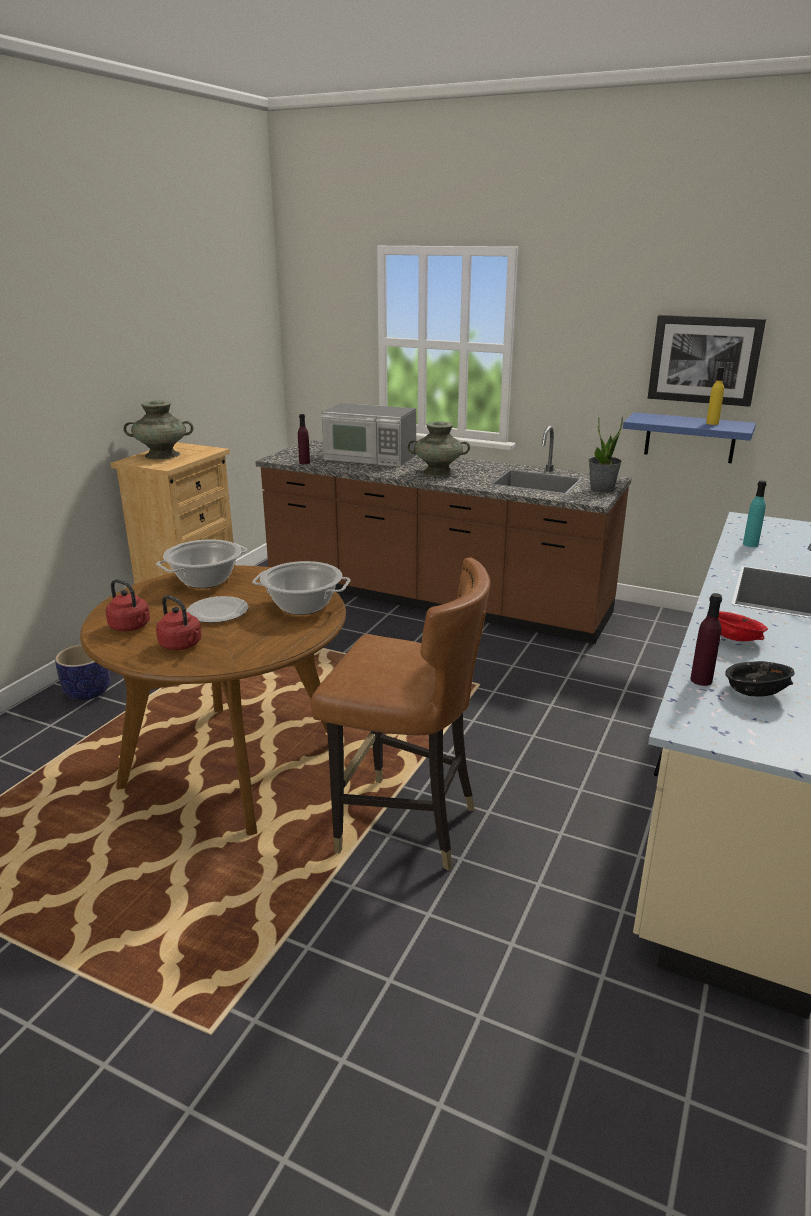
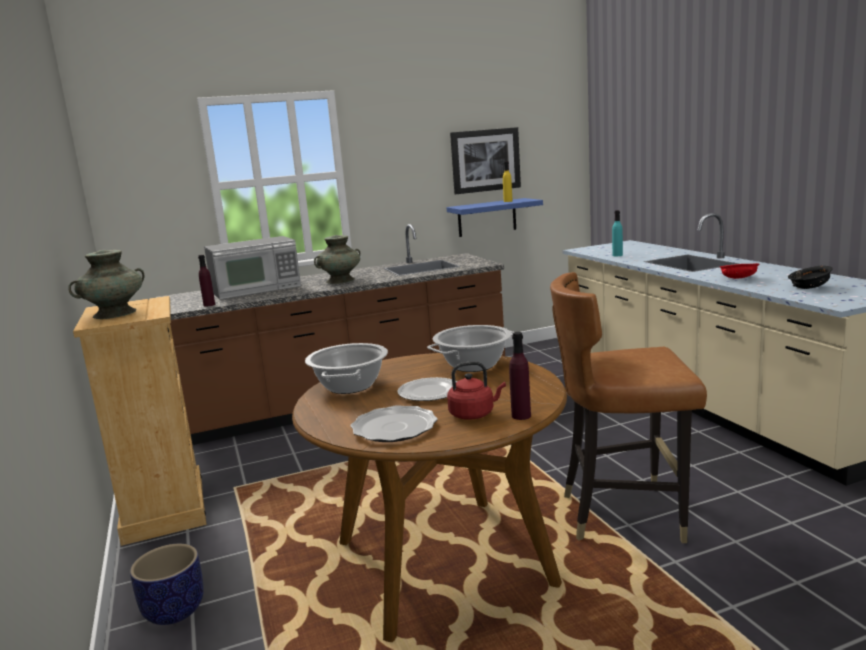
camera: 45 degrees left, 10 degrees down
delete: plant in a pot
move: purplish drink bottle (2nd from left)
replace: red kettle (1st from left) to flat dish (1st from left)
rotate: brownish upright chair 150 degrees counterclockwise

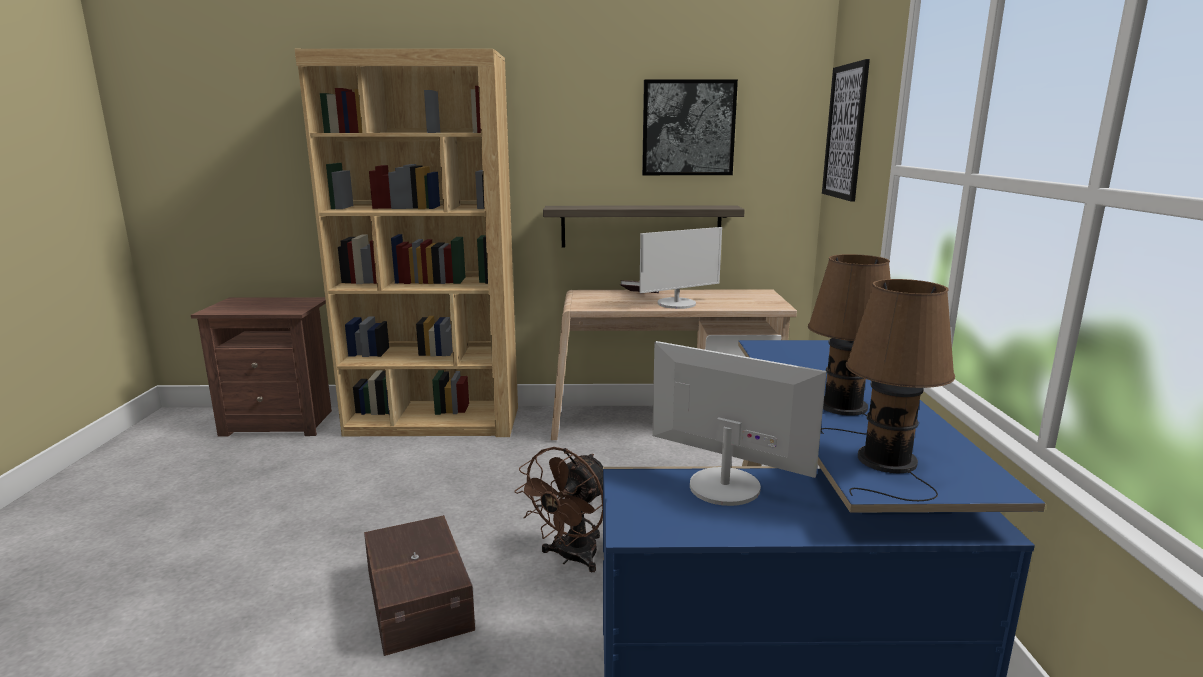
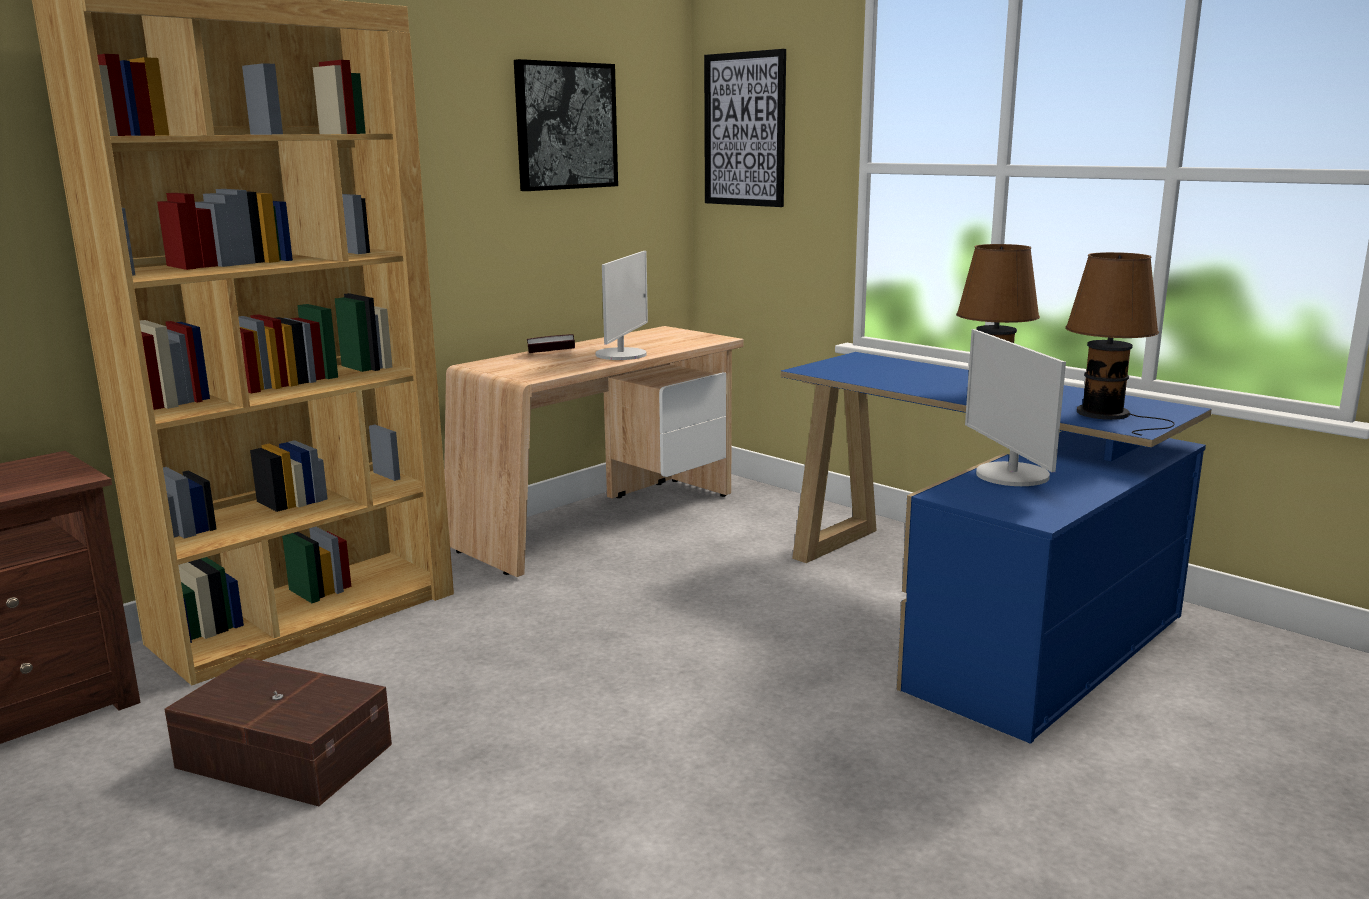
camera: 45 degrees left, 0 degrees up
delete: brownish fan; bracket shelf
move: brownish storage box
rotate: computer screen (2nd from left) 90 degrees counterclockwise

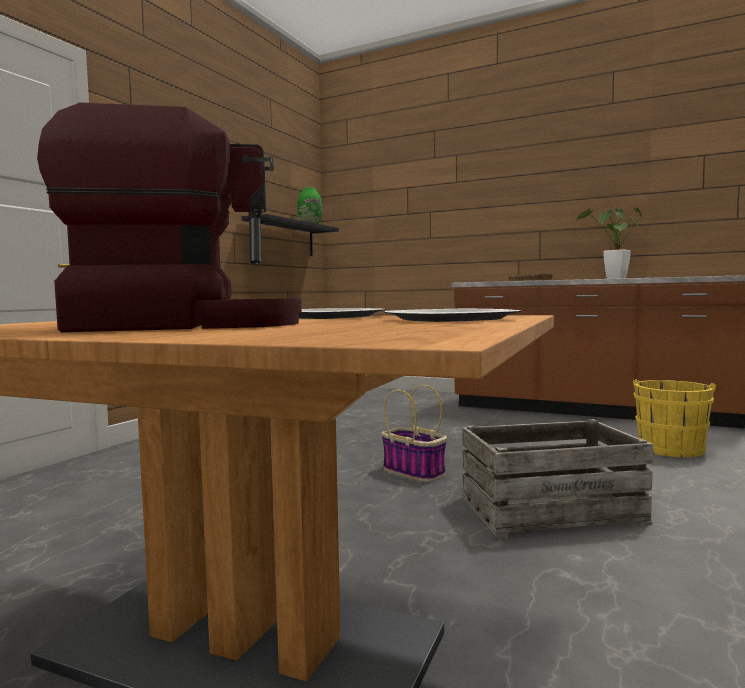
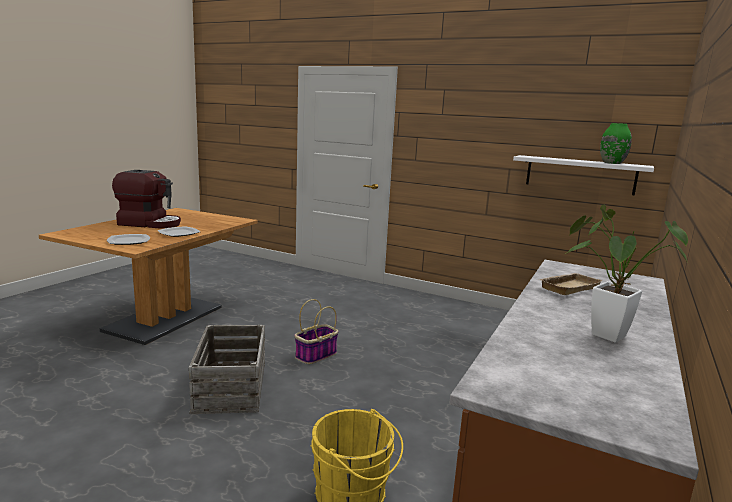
camera: 90 degrees right, 10 degrees up
recolor: black-coloured bracket shelf to whitish bracket shelf
rotate: coffee brewer 75 degrees counterclockwise

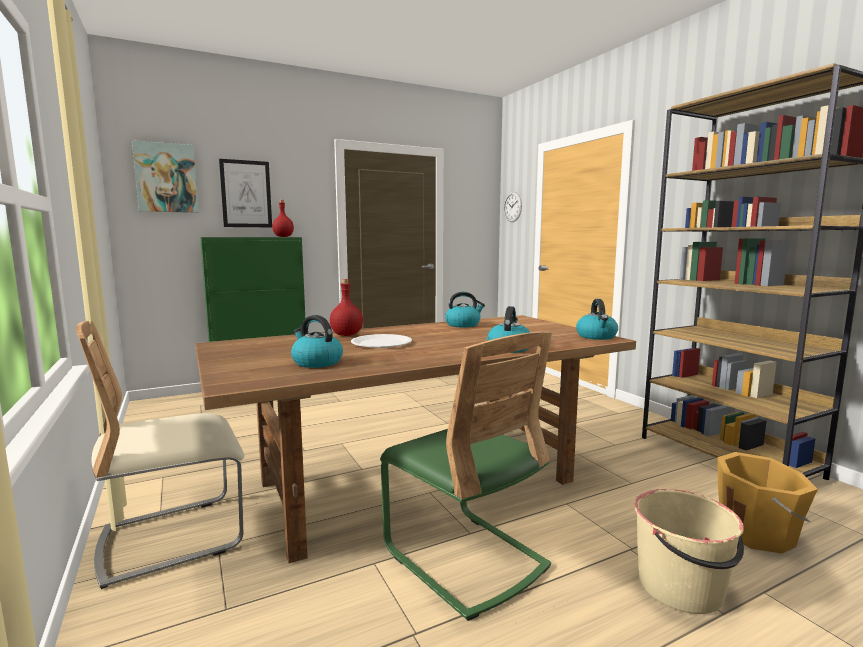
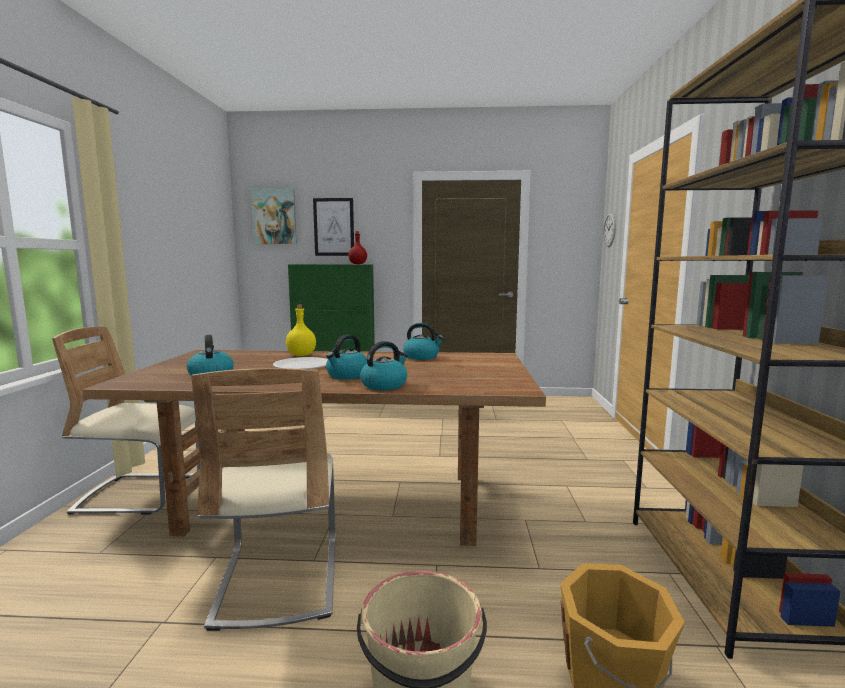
camera: 30 degrees right, 0 degrees up
move: kettle (4th from left in the first image) to kettle (2nd from left)
recolor: red drink bottle (2nd from left) to yellow drink bottle; green-coloured upright chair to beige upright chair (2nd from left)

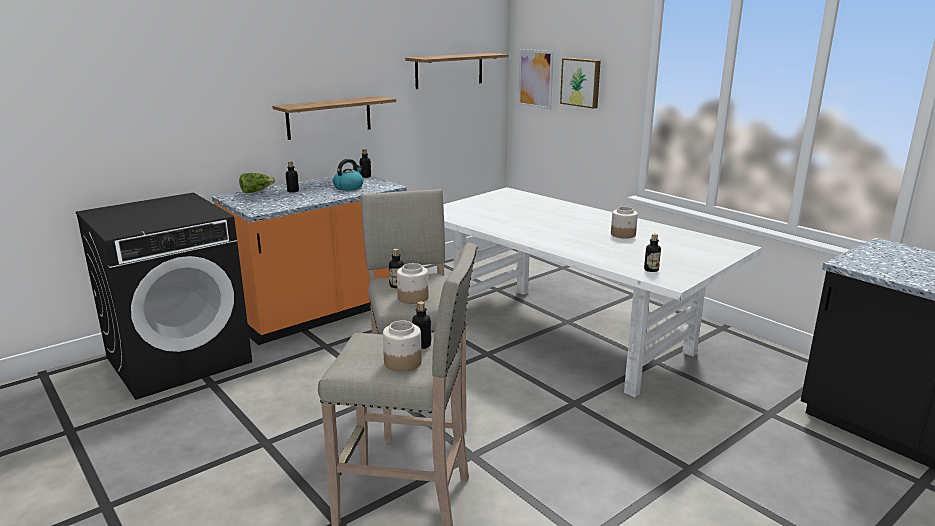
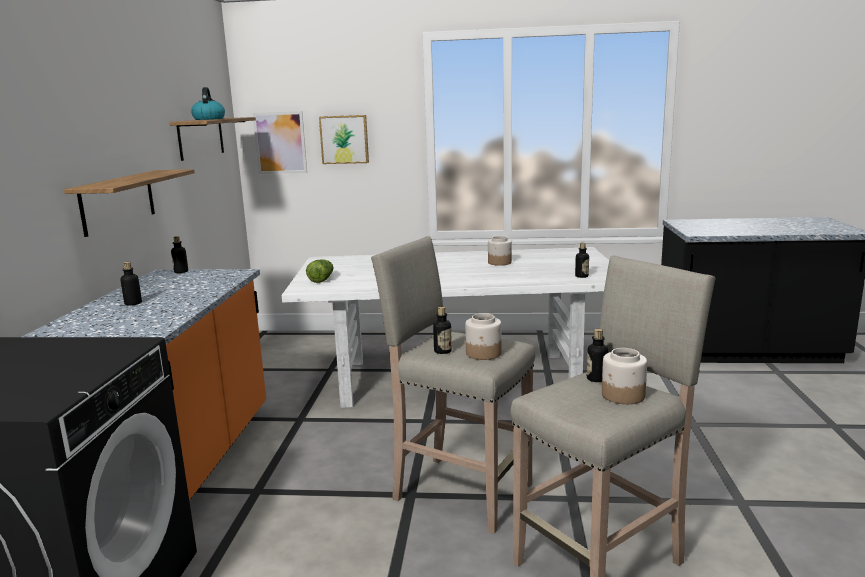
camera: 45 degrees left, 5 degrees down
move: lettuce; kettle

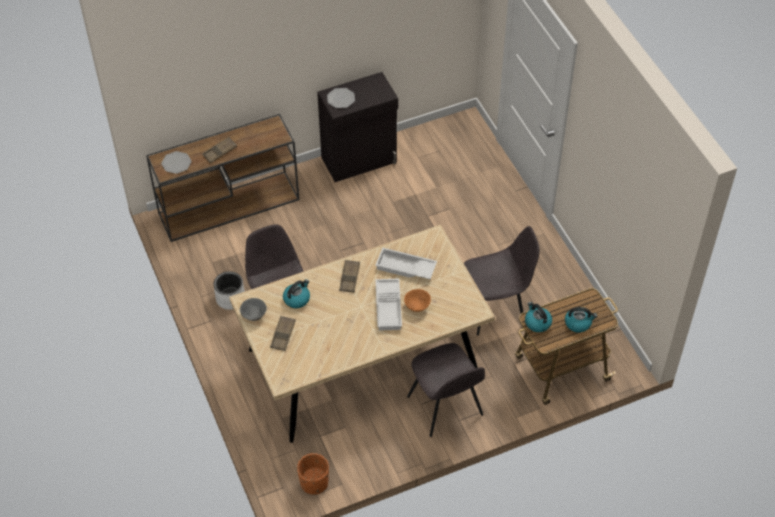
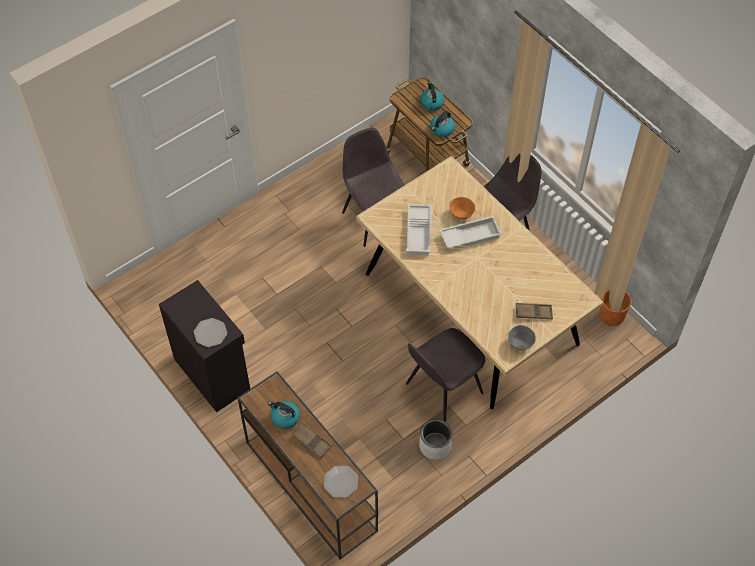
camera: 105 degrees left, 5 degrees up
delete: brownish tray (3rd from left)
move: kettle (1st from left)

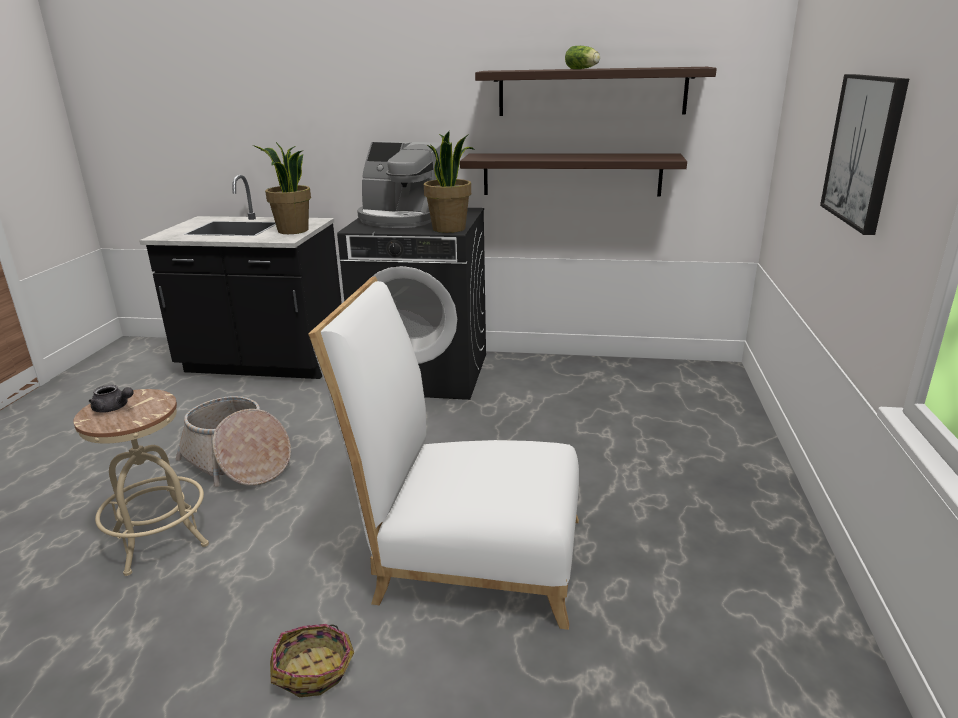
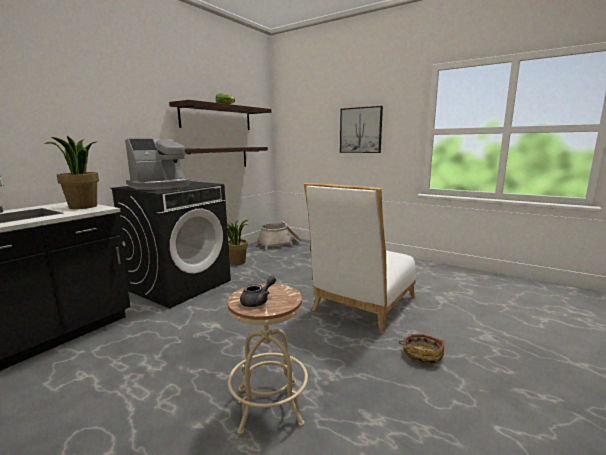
camera: 65 degrees left, 10 degrees down
move: storage basket (1st from left); plant in a pot (2nd from left)

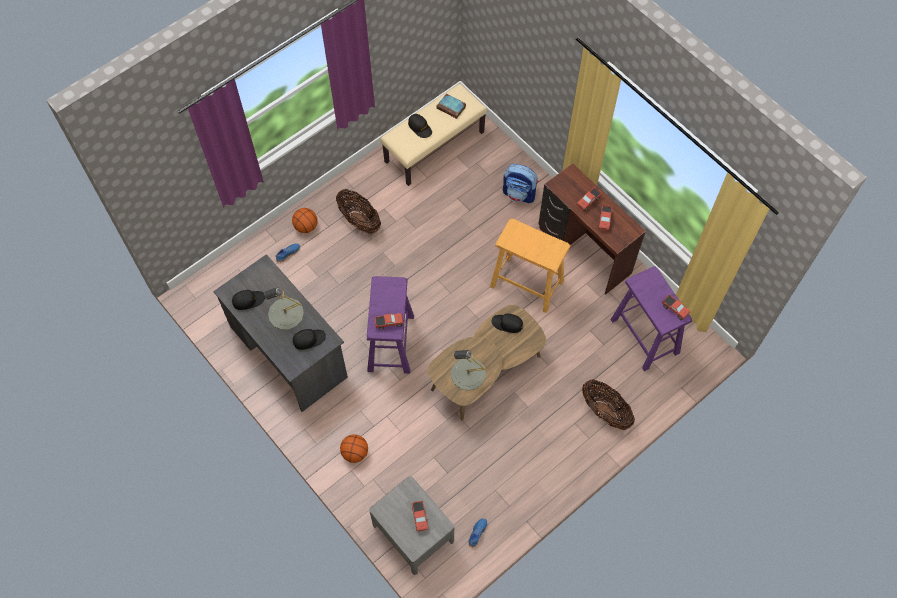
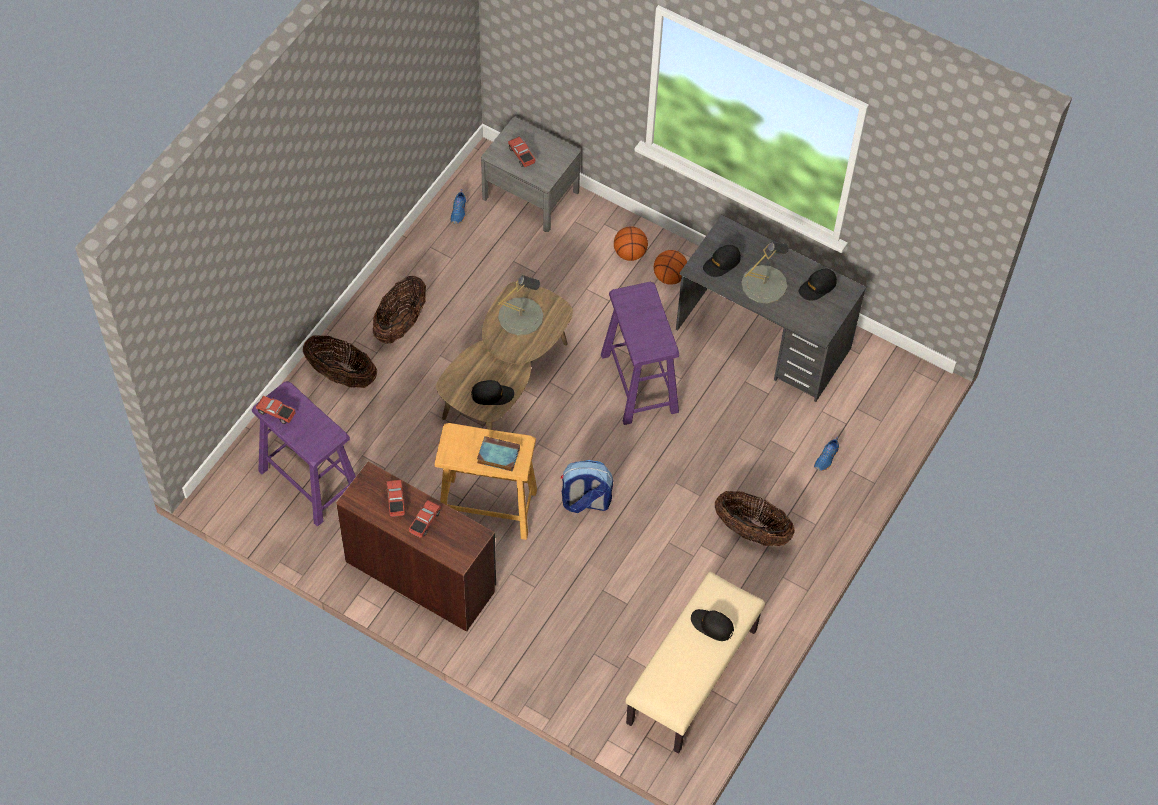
camera: 160 degrees right, 5 degrees down
delete: model truck (1st from left)
insert: storage basket (2nd from left)
move: basketball ball (1st from left in the first image) to basketball ball (2nd from left); book; rucksack

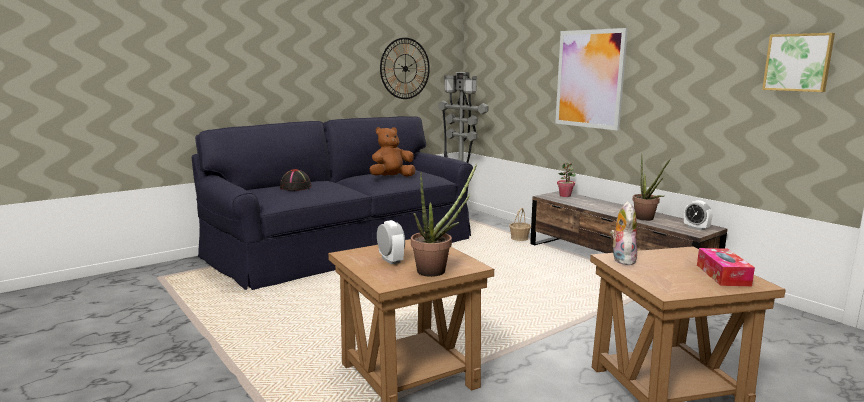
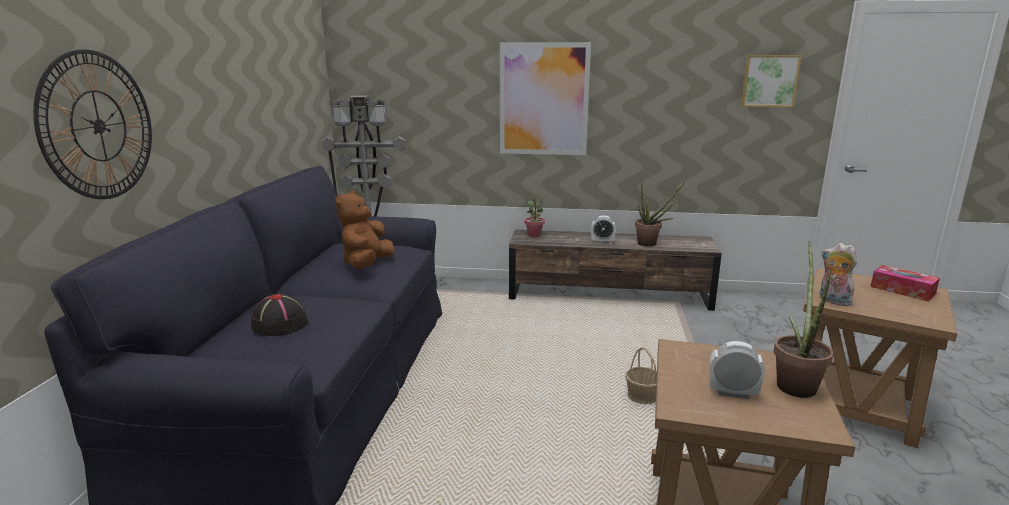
camera: 45 degrees left, 5 degrees up
move: hanging clock; storage basket; table clock (2nd from left in the first image) to table clock (1st from left)

